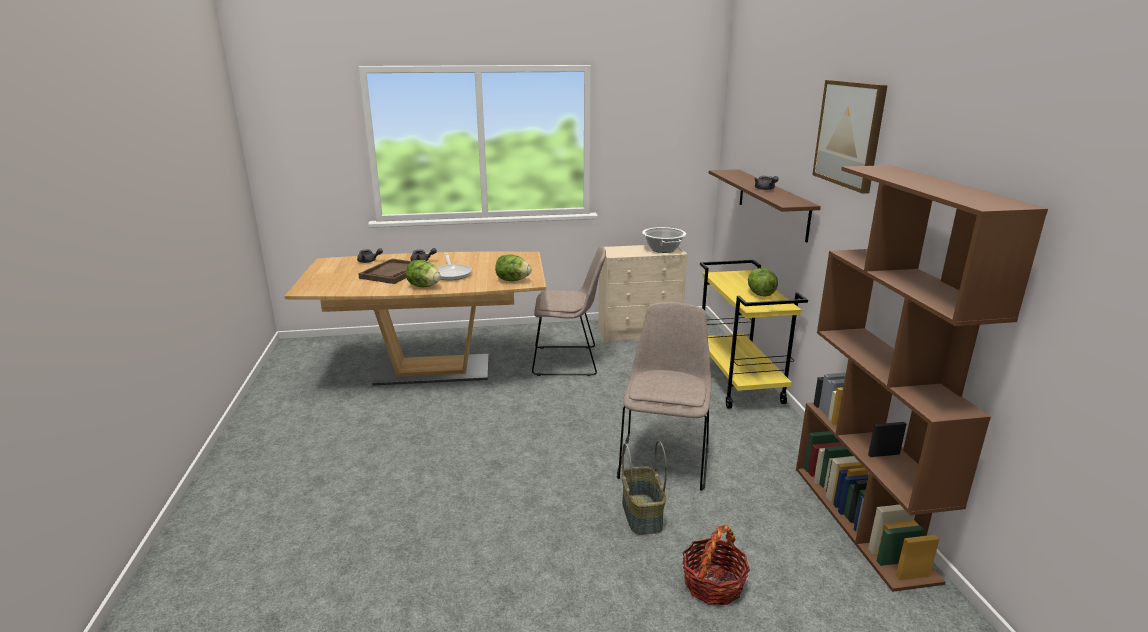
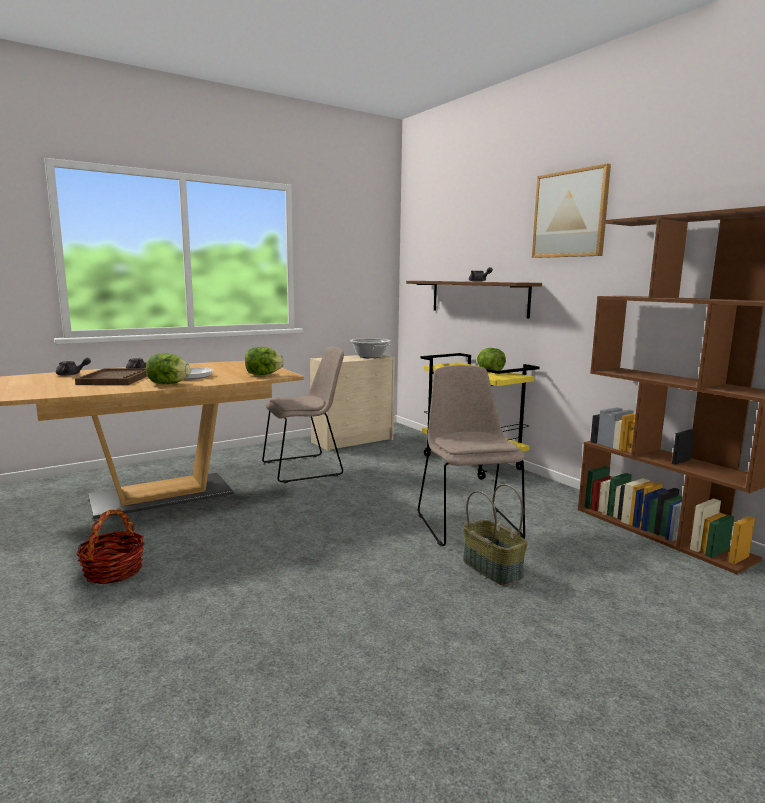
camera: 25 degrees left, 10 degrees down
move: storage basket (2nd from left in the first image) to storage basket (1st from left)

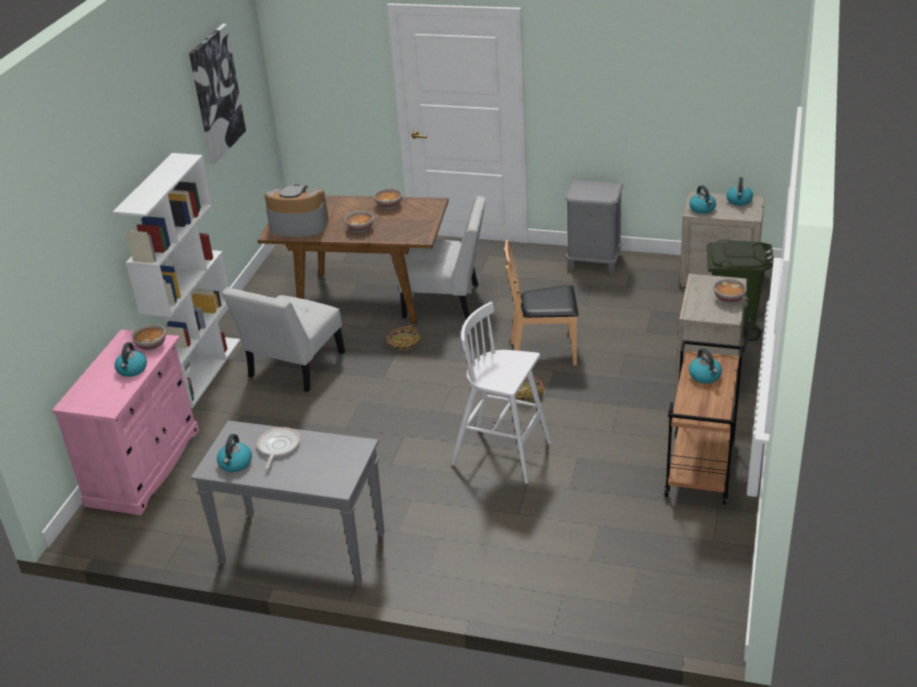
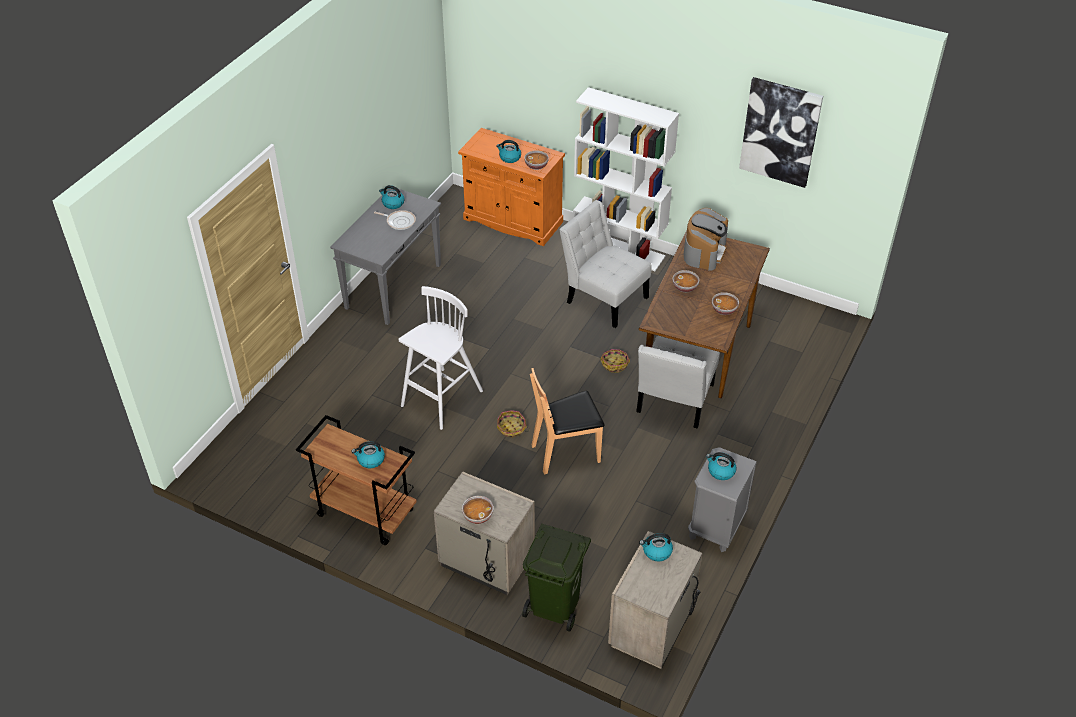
camera: 100 degrees right, 10 degrees up
move: kettle (5th from left)
recolor: pink cabinet to orange cabinet
rotate: brownish upright chair 120 degrees counterclockwise

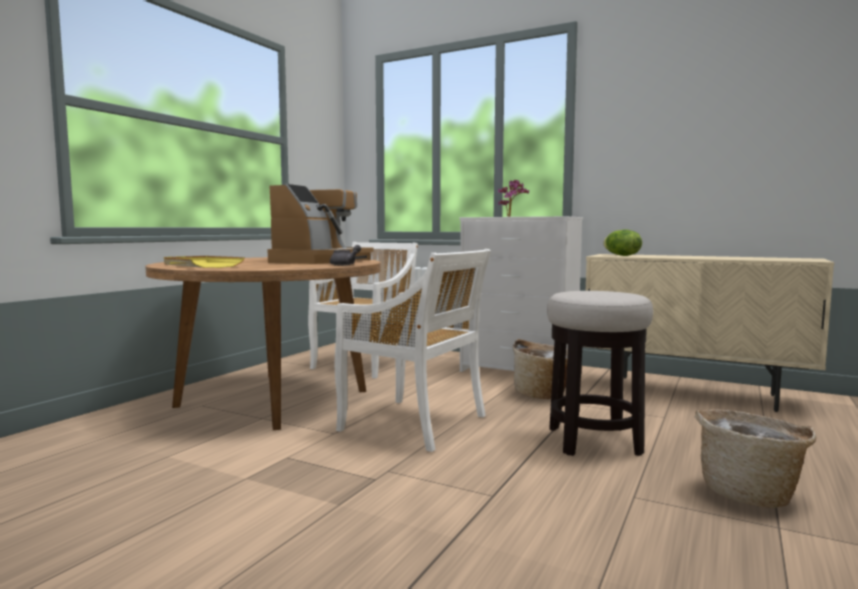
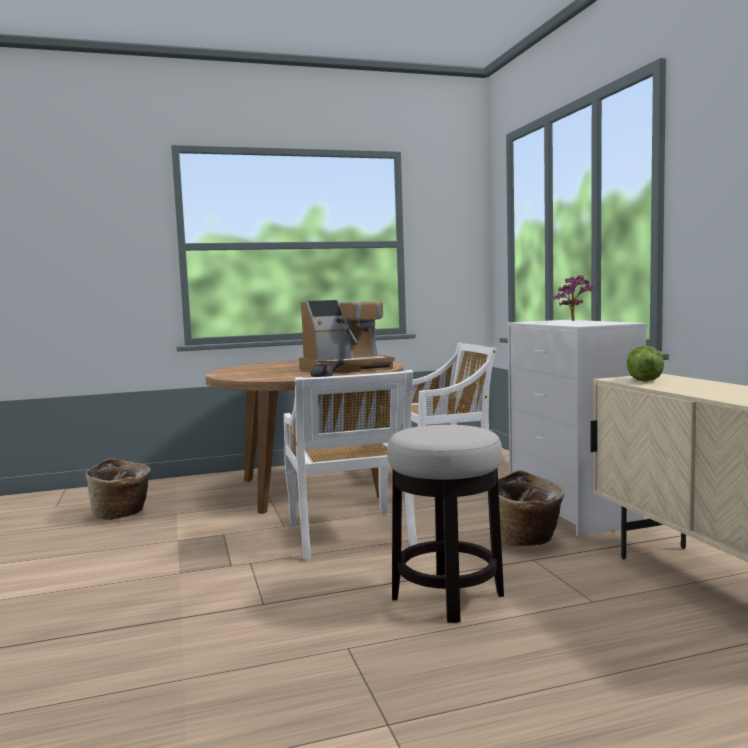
camera: 45 degrees right, 0 degrees up
delete: yellow tray
move: storage basket (2nd from left in the first image) to storage basket (1st from left)

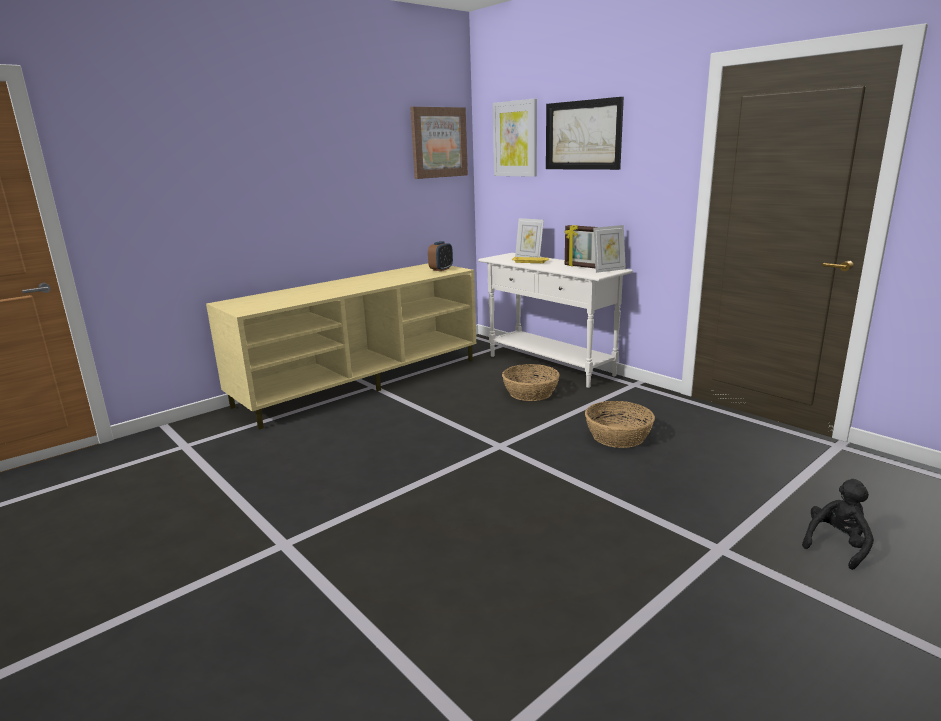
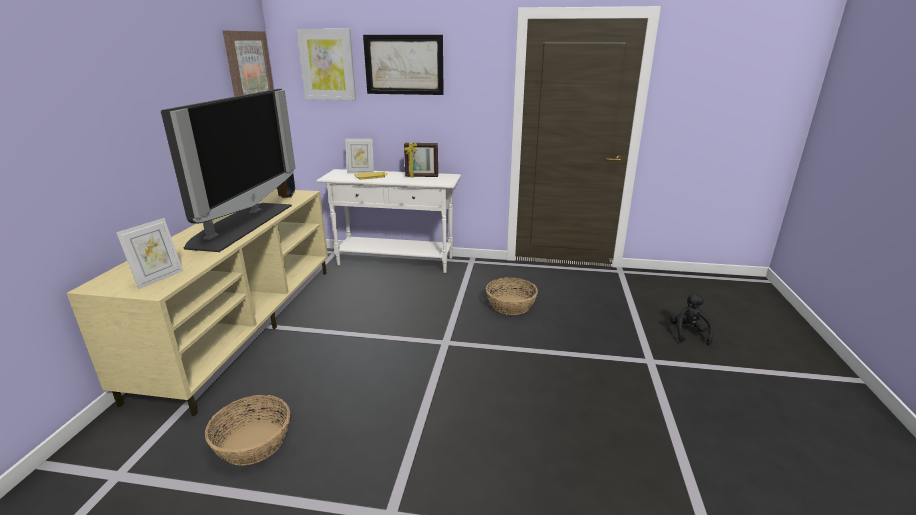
camera: 40 degrees left, 5 degrees up
insert: television
move: storage basket (1st from left); standing frame (3rd from left in the first image) to standing frame (1st from left)

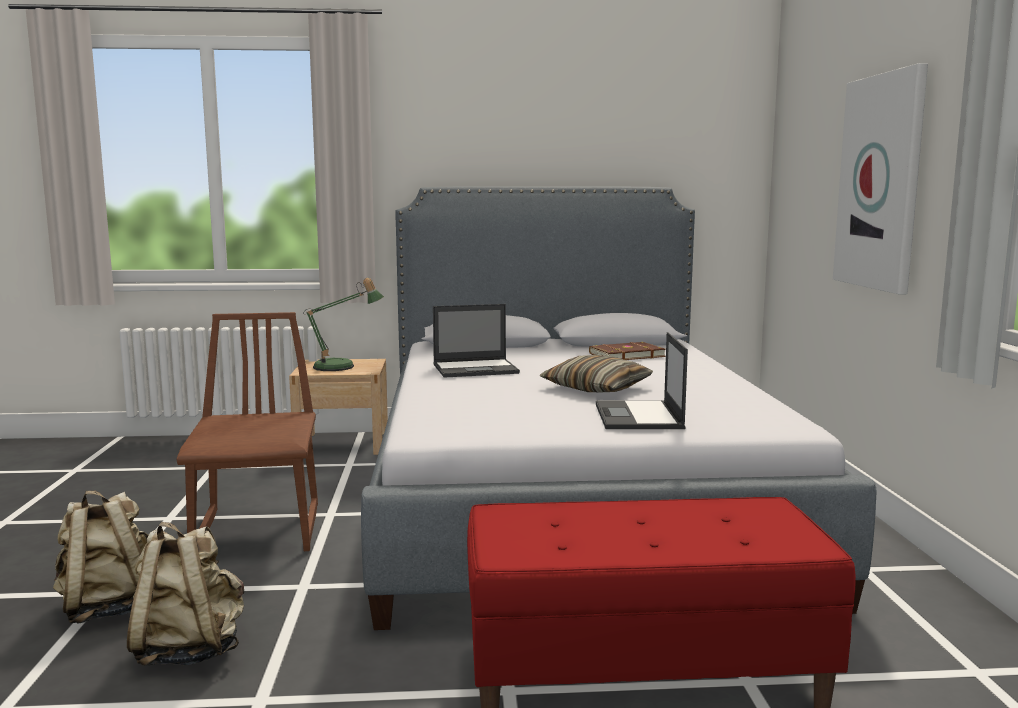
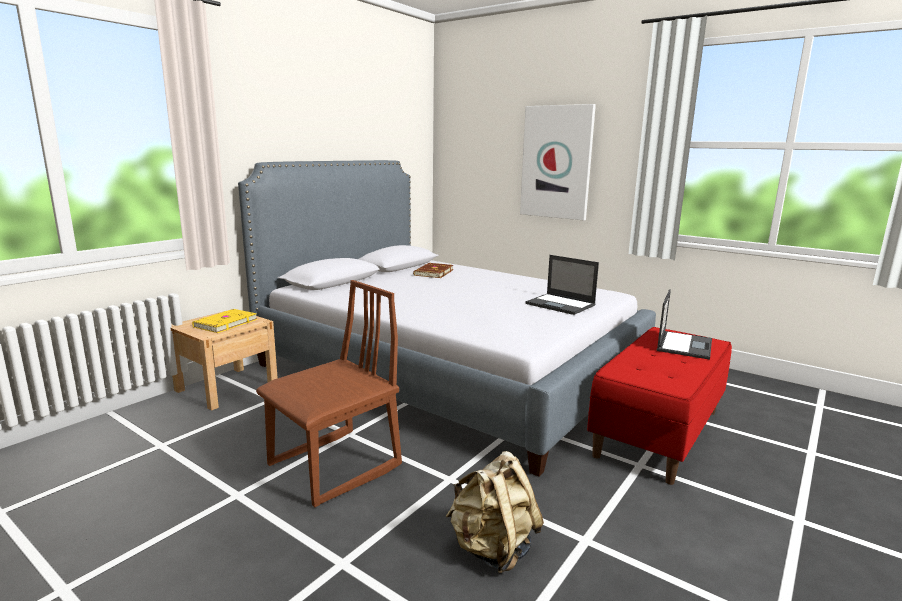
camera: 50 degrees left, 5 degrees up
delete: beige rucksack (1st from left); cushion
move: laptop (1st from left in the first image) to laptop (2nd from left)
replace: lamp for a table to yellow book
rotate: brownish upright chair 105 degrees clockwise

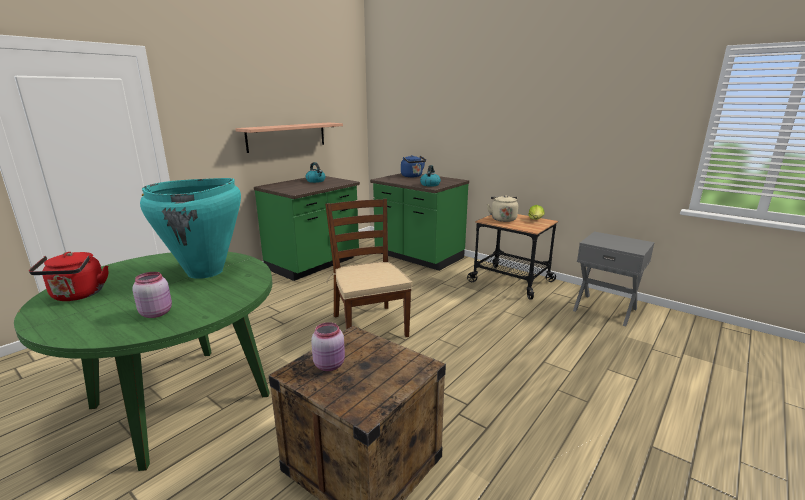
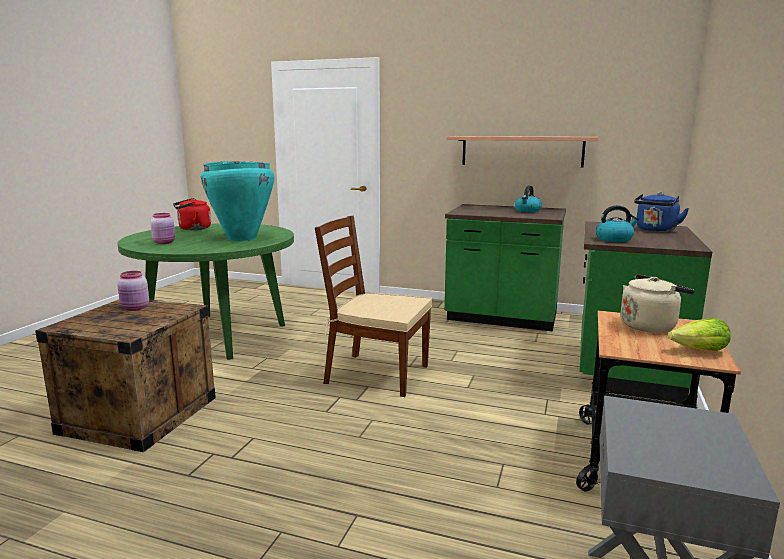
camera: 70 degrees right, 5 degrees down
rotate: brownish upright chair 120 degrees counterclockwise

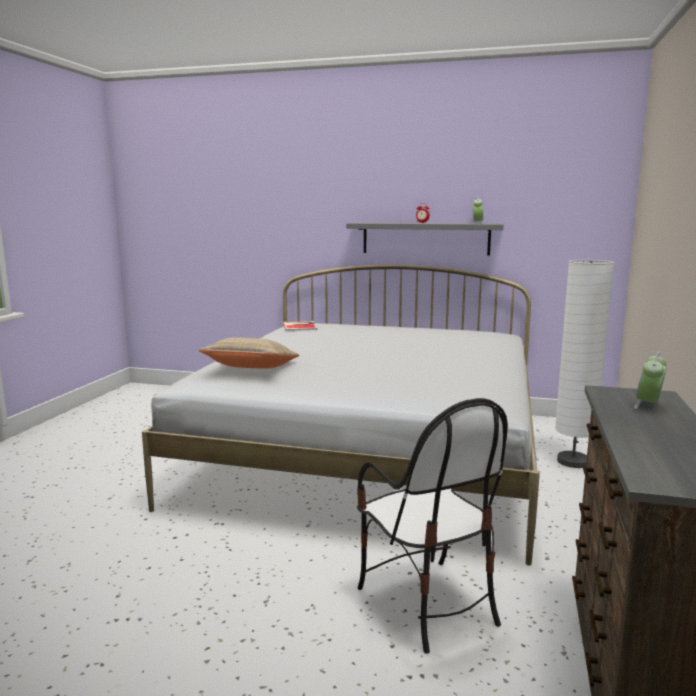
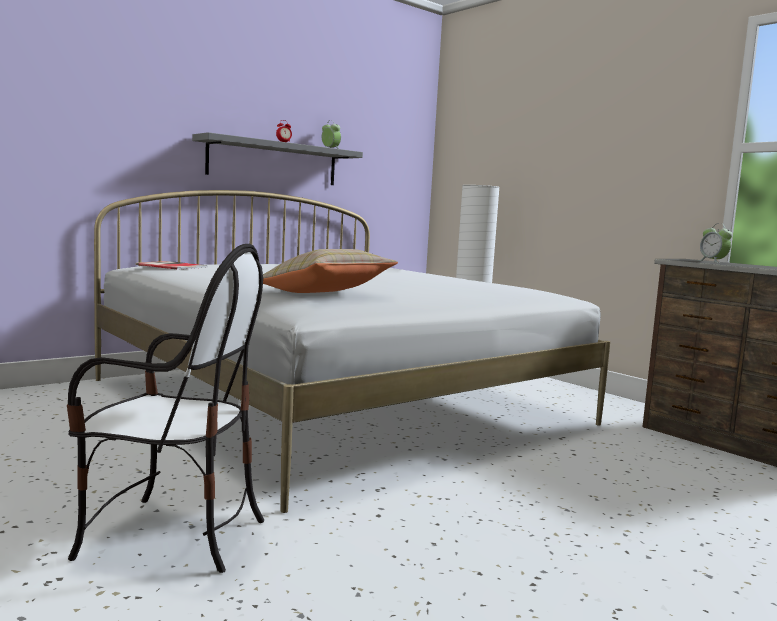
camera: 55 degrees left, 5 degrees down
move: upright chair

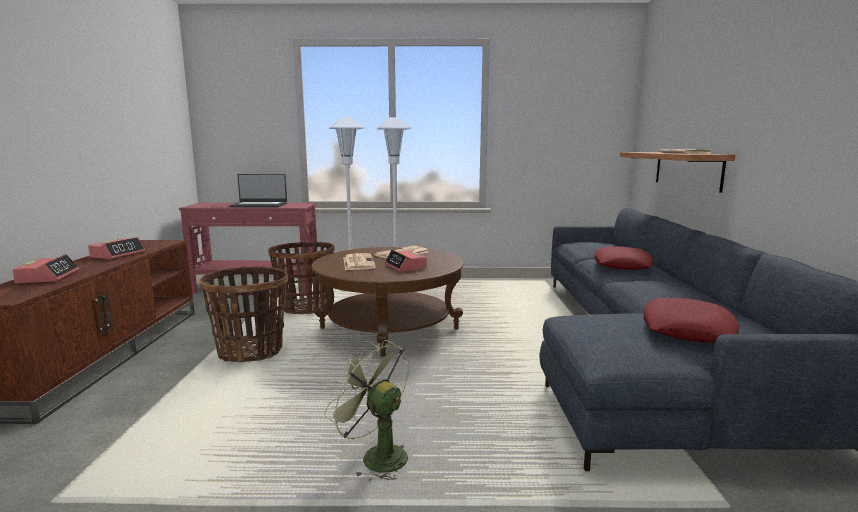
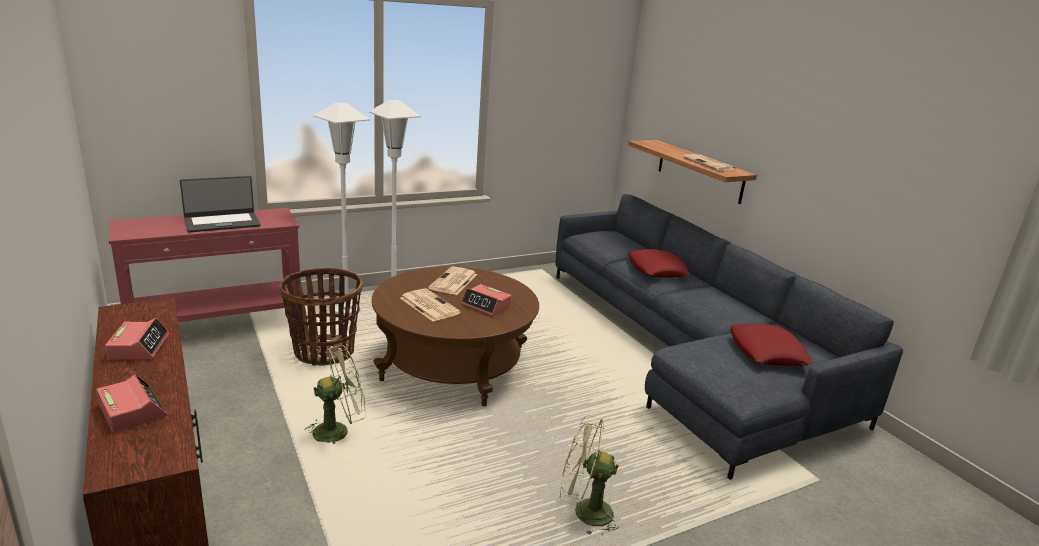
camera: 30 degrees left, 10 degrees up
replace: storage basket (1st from left) to green-coloured fan (1st from left)

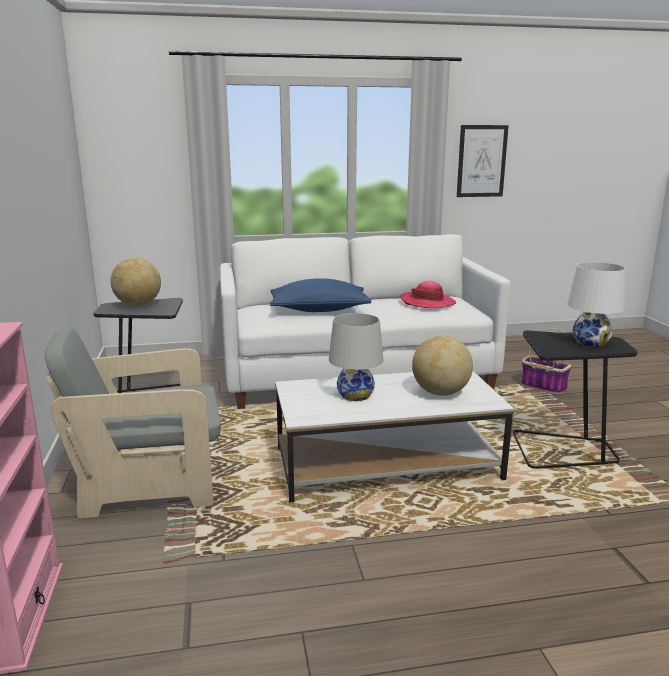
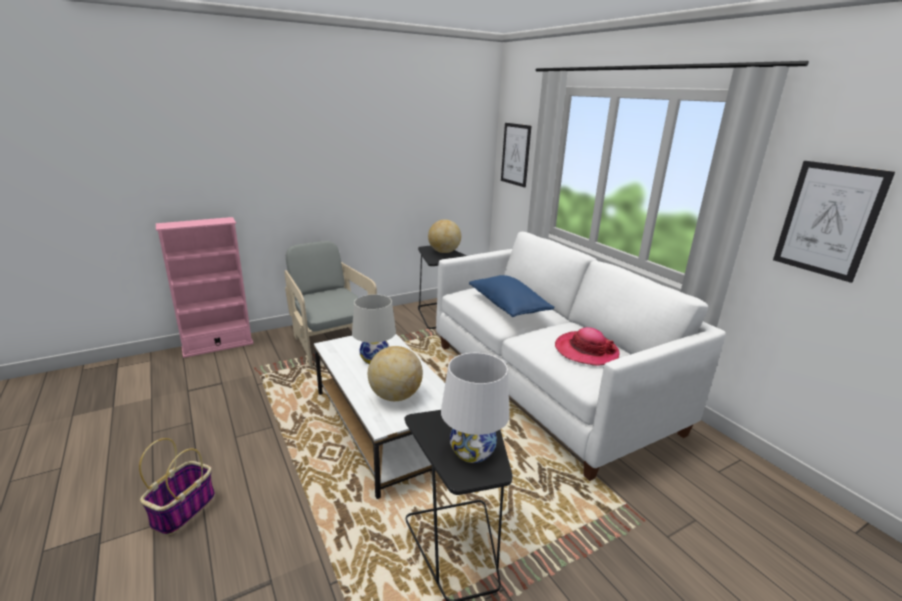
camera: 70 degrees right, 5 degrees up
insert: wall art (1st from left)
move: storage basket

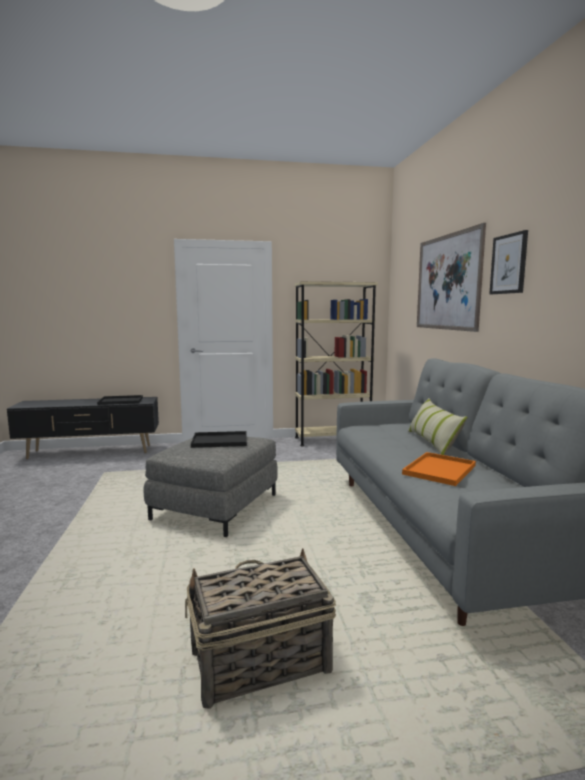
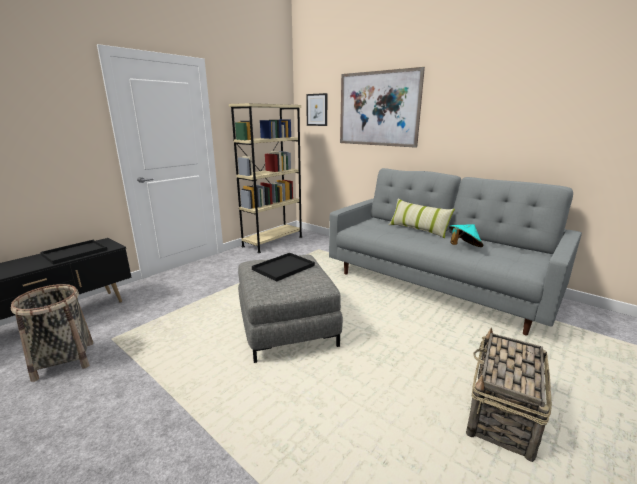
camera: 40 degrees left, 10 degrees up
insert: storage basket (1st from left)
move: wall art (2nd from left in the first image) to wall art (1st from left)
replace: orange tray to turquoise-coloured clothing hat

